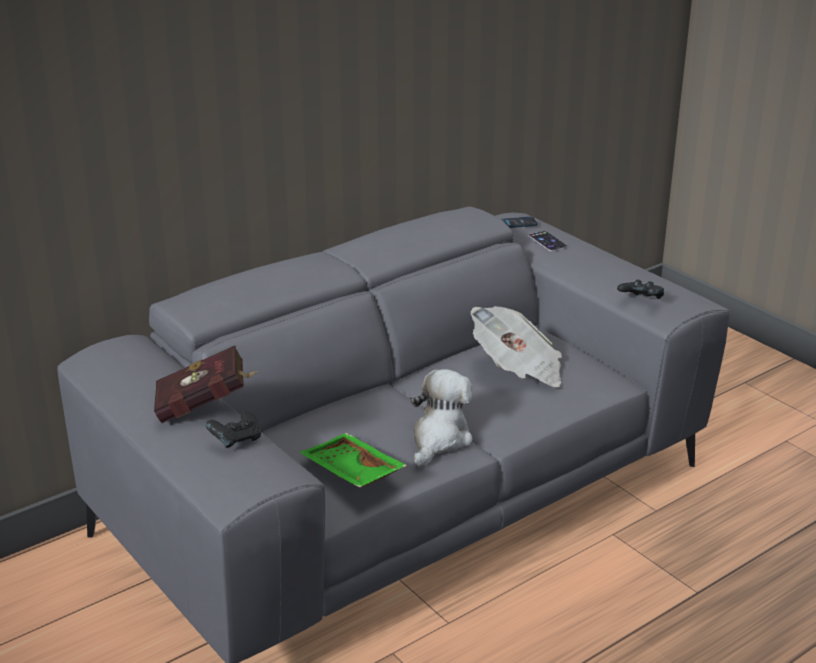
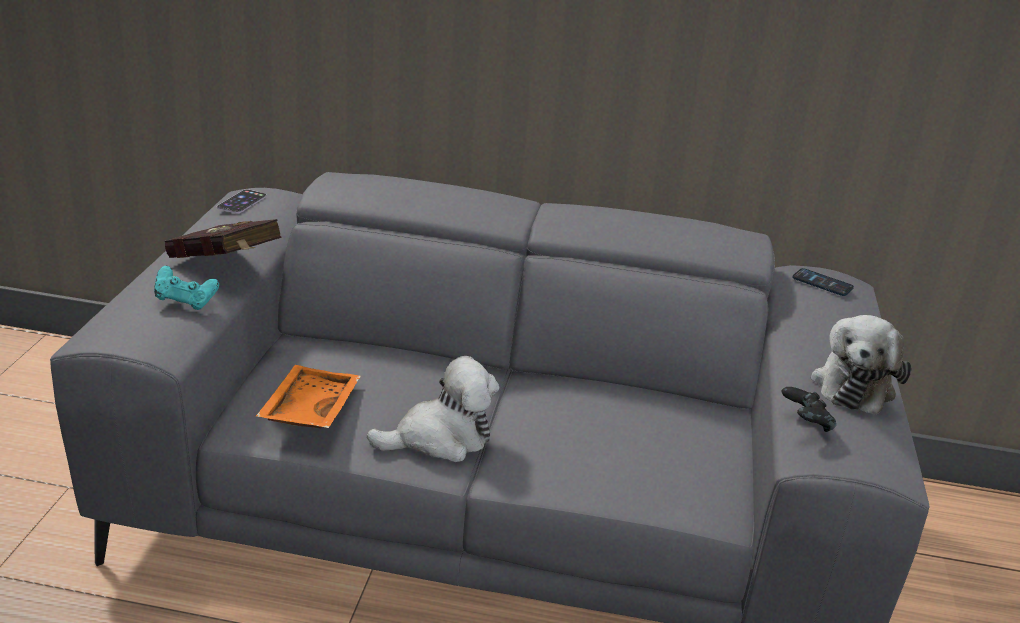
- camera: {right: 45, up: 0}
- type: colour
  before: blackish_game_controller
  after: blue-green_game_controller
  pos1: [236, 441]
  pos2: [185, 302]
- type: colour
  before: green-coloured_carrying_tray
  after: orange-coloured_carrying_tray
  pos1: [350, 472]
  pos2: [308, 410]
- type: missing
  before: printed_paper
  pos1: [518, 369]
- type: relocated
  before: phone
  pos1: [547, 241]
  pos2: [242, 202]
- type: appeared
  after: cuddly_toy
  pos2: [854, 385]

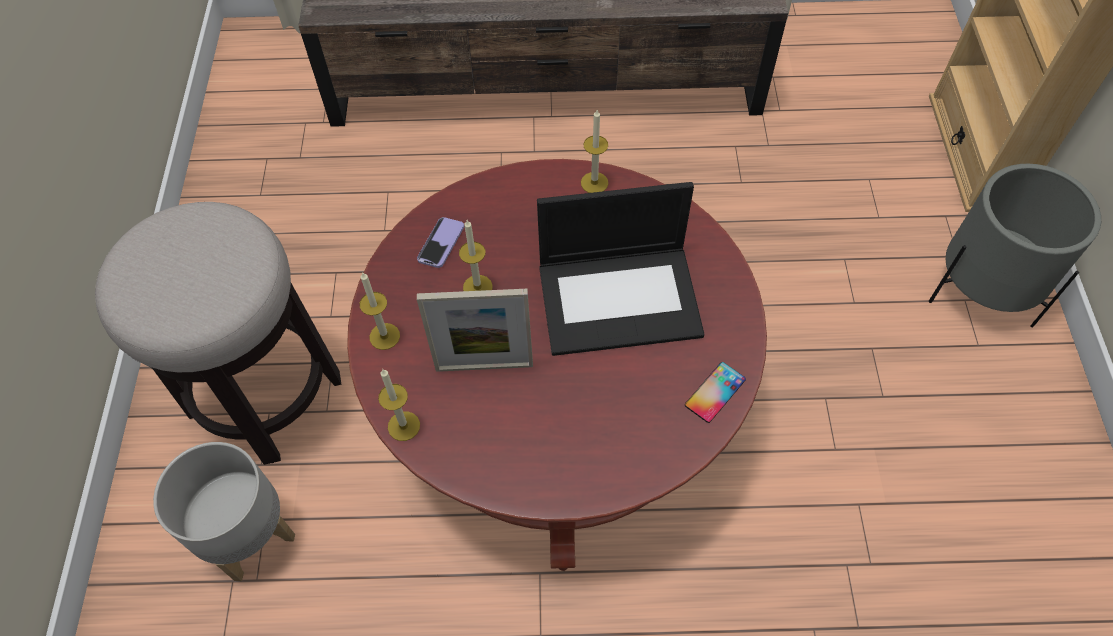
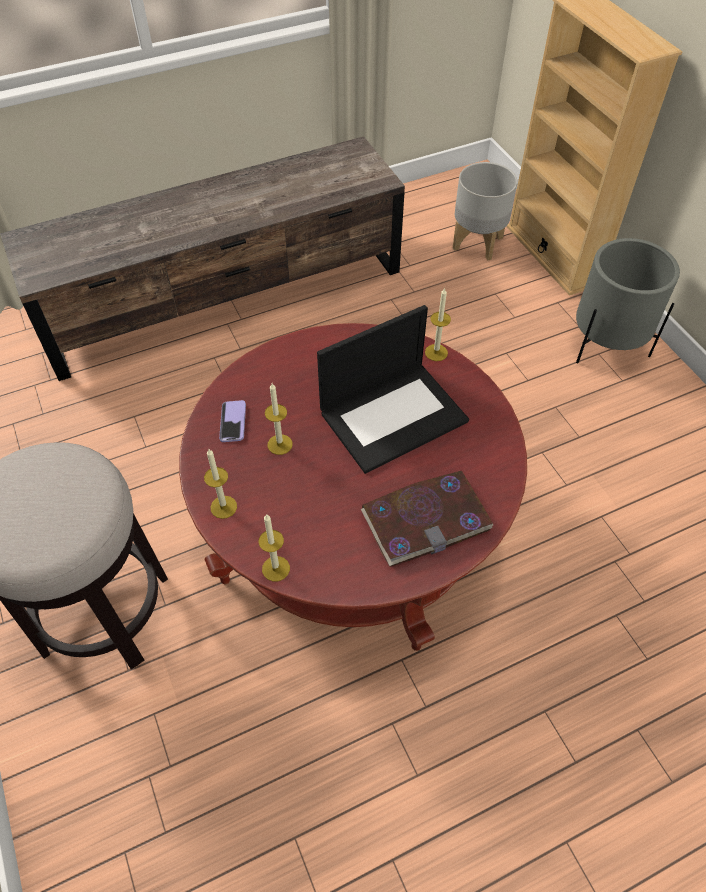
- camera: {right: -25, up: -5}
- type: relocated
  before: gray_planter
  pos1: [248, 534]
  pos2: [477, 243]
- type: missing
  before: picture_frame
  pos1: [484, 366]
- type: relocated
  before: wax_light
  pos1: [594, 183]
  pos2: [436, 352]
- type: missing
  before: phone
  pos1: [715, 392]
- type: appeared
  after: bound_book
  pos2: [426, 520]

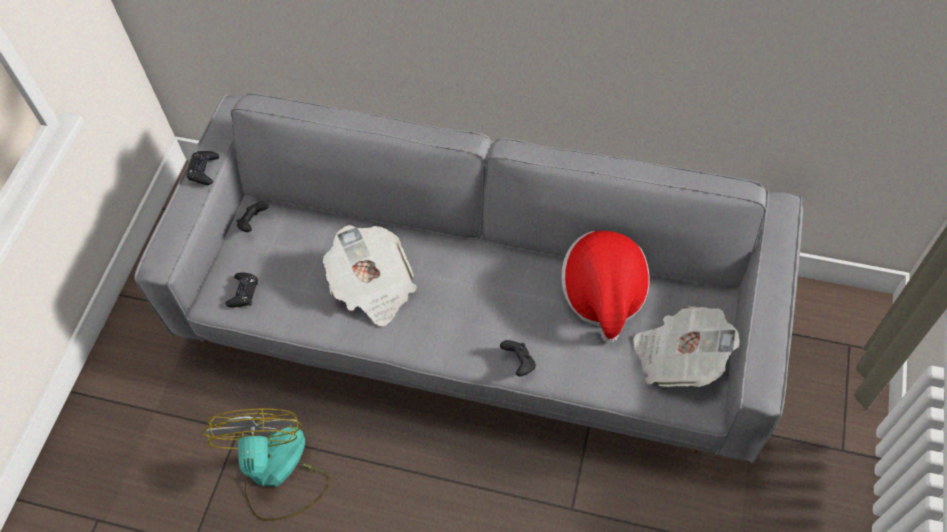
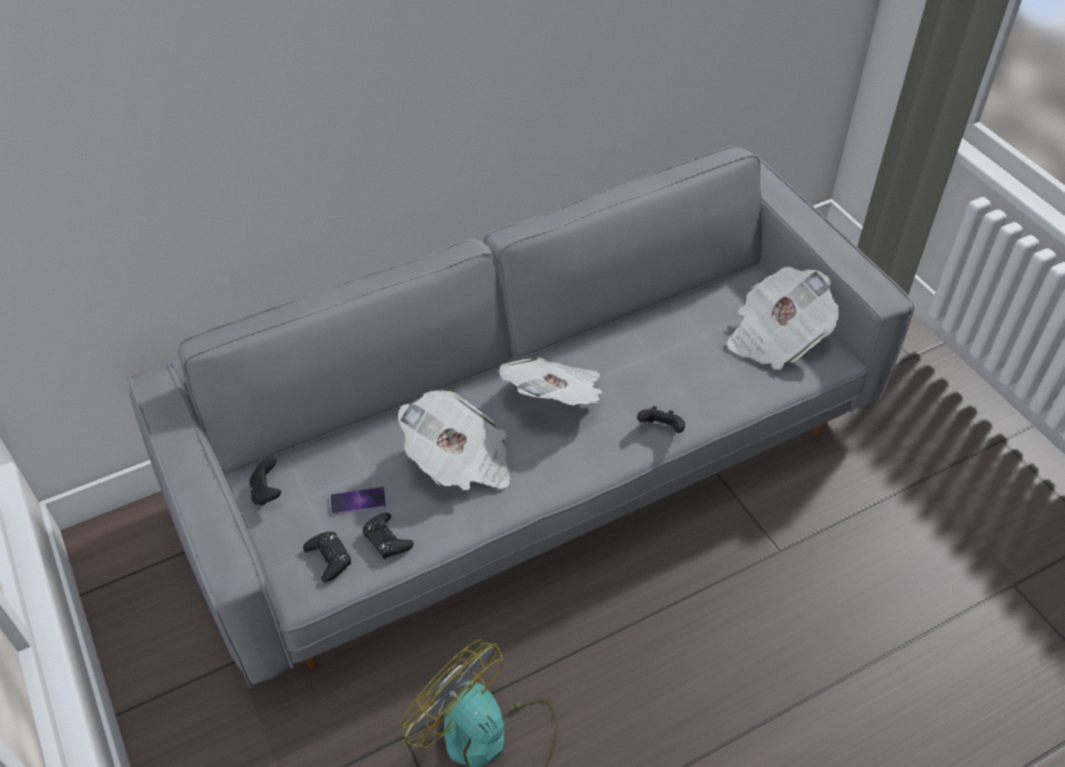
- camera: {right: -45, up: -10}
- type: relocated
  before: blackish_game_controller
  pos1: [204, 170]
  pos2: [387, 539]
- type: missing
  before: hat
  pos1: [603, 294]
- type: appeared
  after: phone
  pos2: [358, 501]
- type: appeared
  after: printed_paper
  pos2: [556, 398]

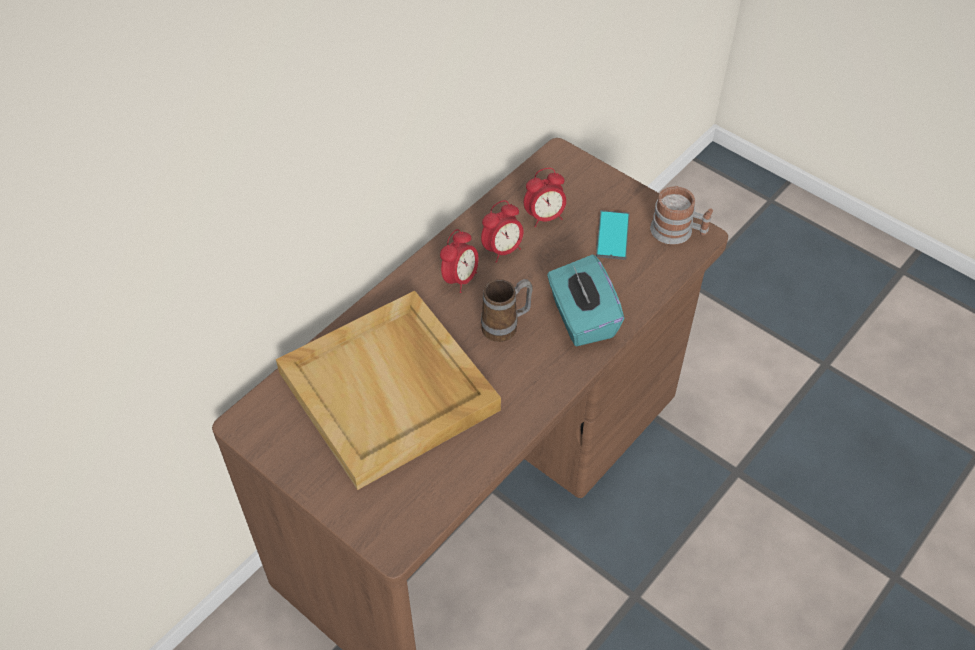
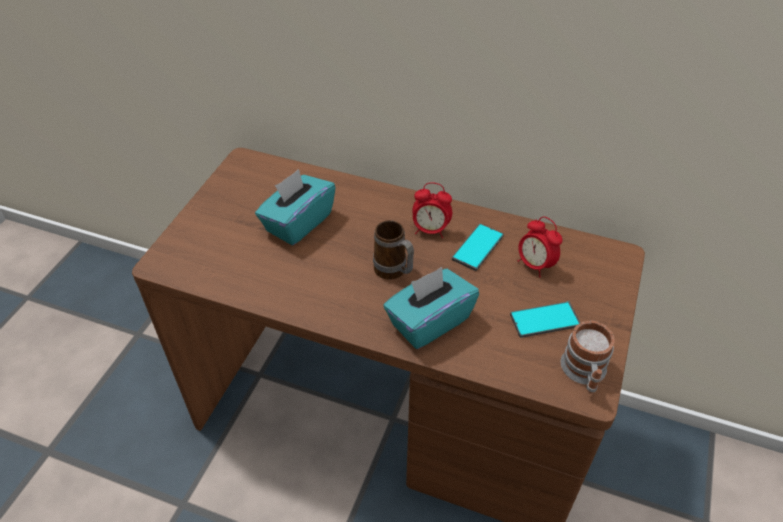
- camera: {right: 70, up: -5}
- type: exchanged
  before: sand-coloured_carrying_tray
  after: blue-green_tissue_holder
  pos1: [390, 391]
  pos2: [298, 223]
- type: exchanged
  before: bedside_clock
  after: phone
  pos1: [502, 250]
  pos2: [478, 247]

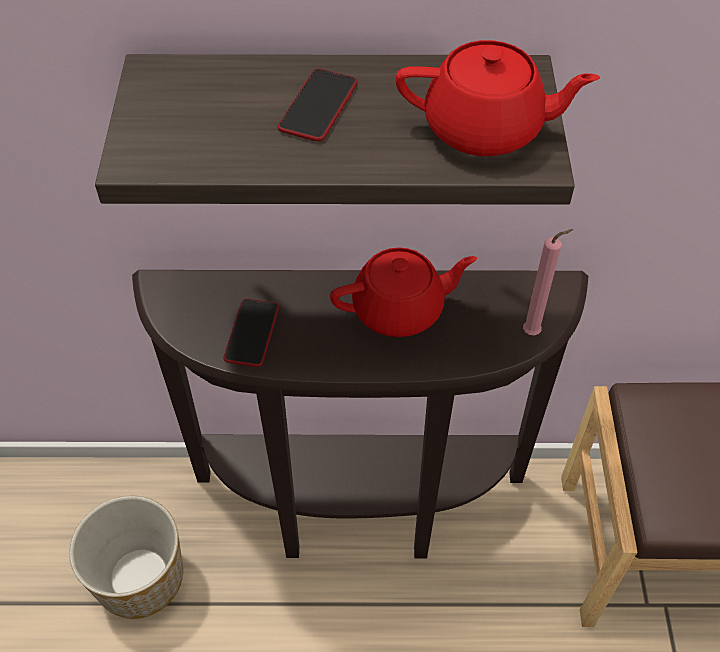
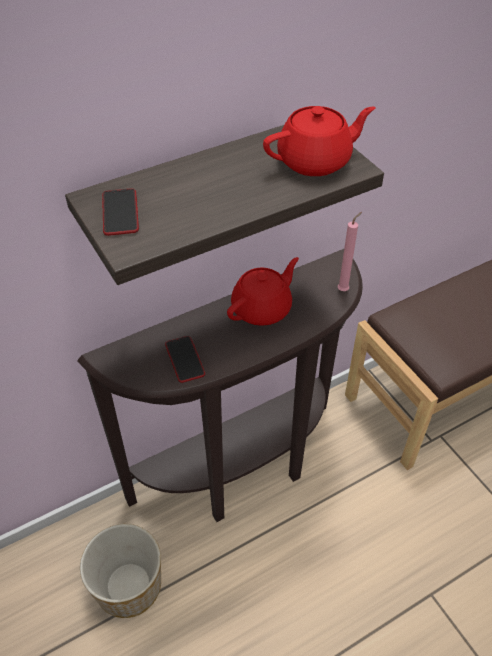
- camera: {right: -30, up: -5}
- type: relocated
  before: phone
  pos1: [318, 106]
  pos2: [120, 213]

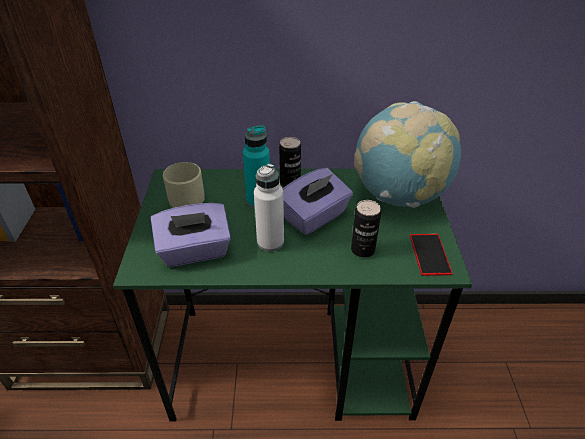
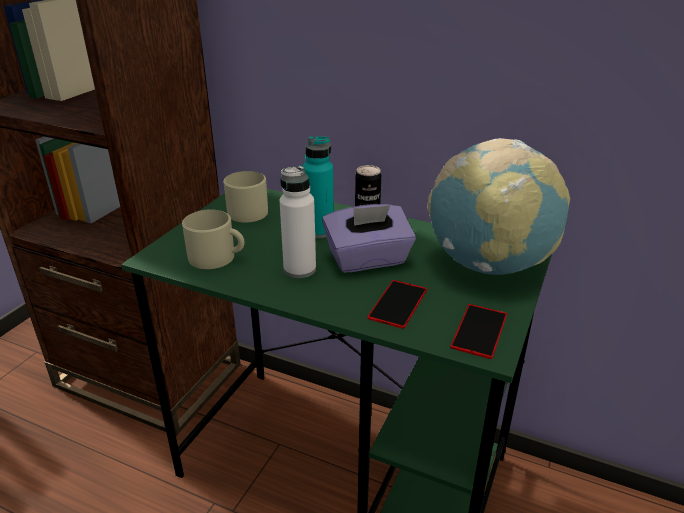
- camera: {right: 25, up: -10}
- type: exchanged
  before: purplish_tissue_holder
  after: sand-coloured_mug
  pos1: [195, 251]
  pos2: [217, 257]
- type: exchanged
  before: sealed_can
  after: phone
  pos1: [362, 250]
  pos2: [398, 303]

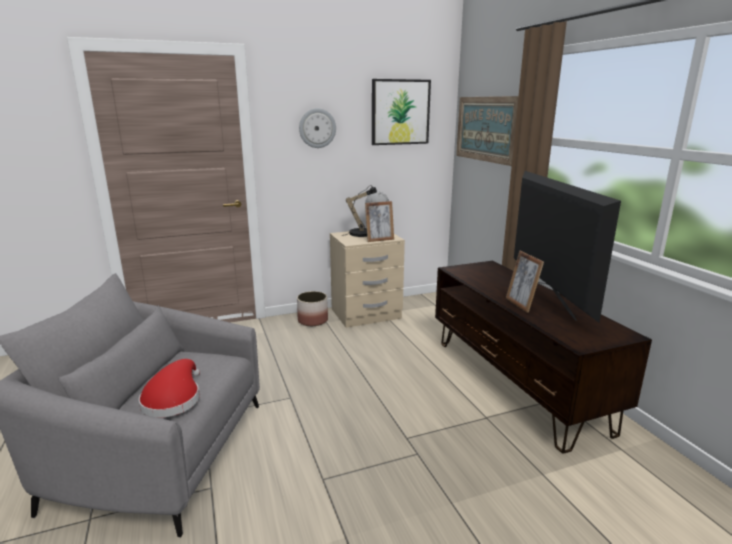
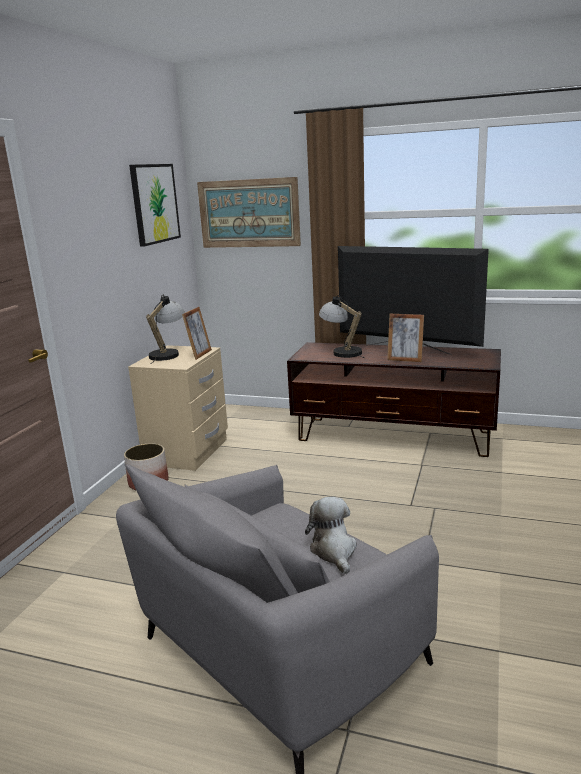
- camera: {right: -50, up: 0}
- type: exchanged
  before: reddish_hat
  after: cuddly_toy
  pos1: [173, 399]
  pos2: [334, 551]
- type: missing
  before: hanging_clock
  pos1: [317, 128]
- type: appeared
  after: table_lamp
  pos2: [342, 352]

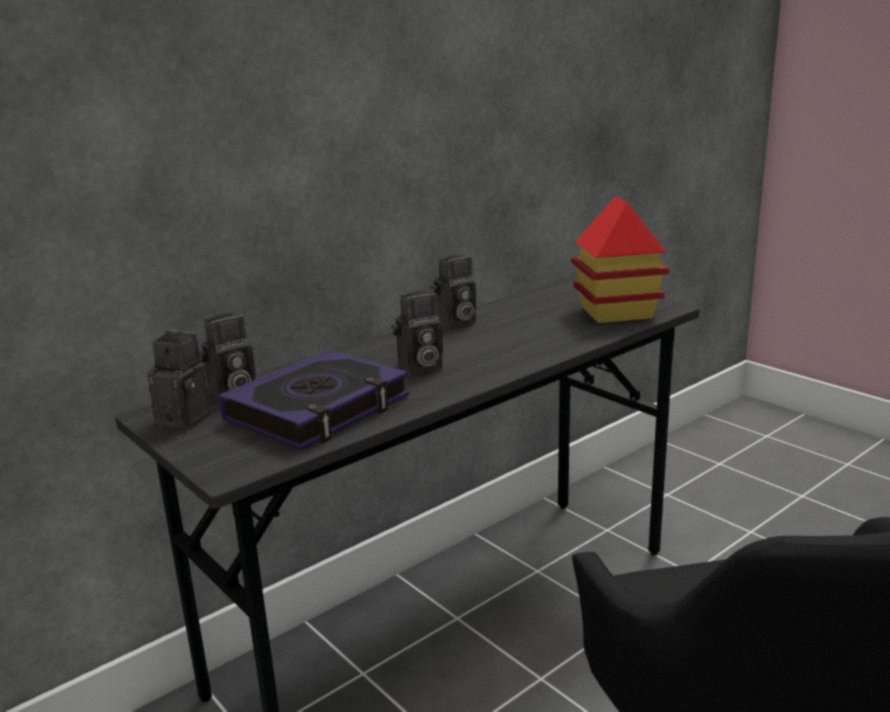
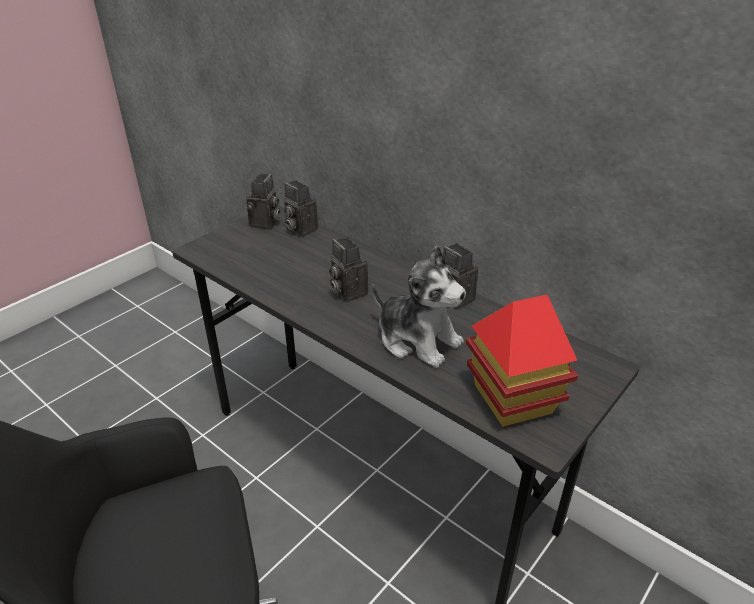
- camera: {right: 80, up: 15}
- type: missing
  before: bound_book
  pos1: [318, 409]
- type: appeared
  after: cuddly_toy
  pos2: [418, 340]

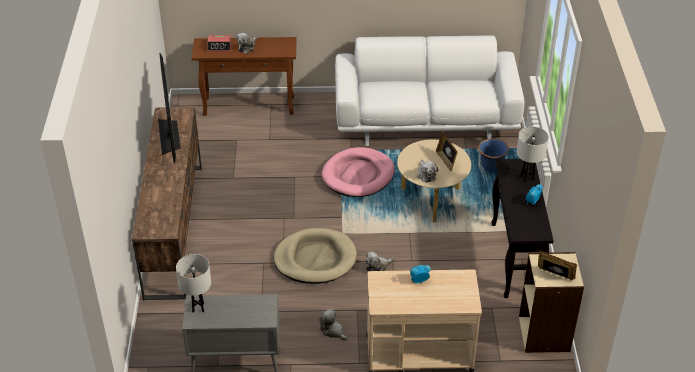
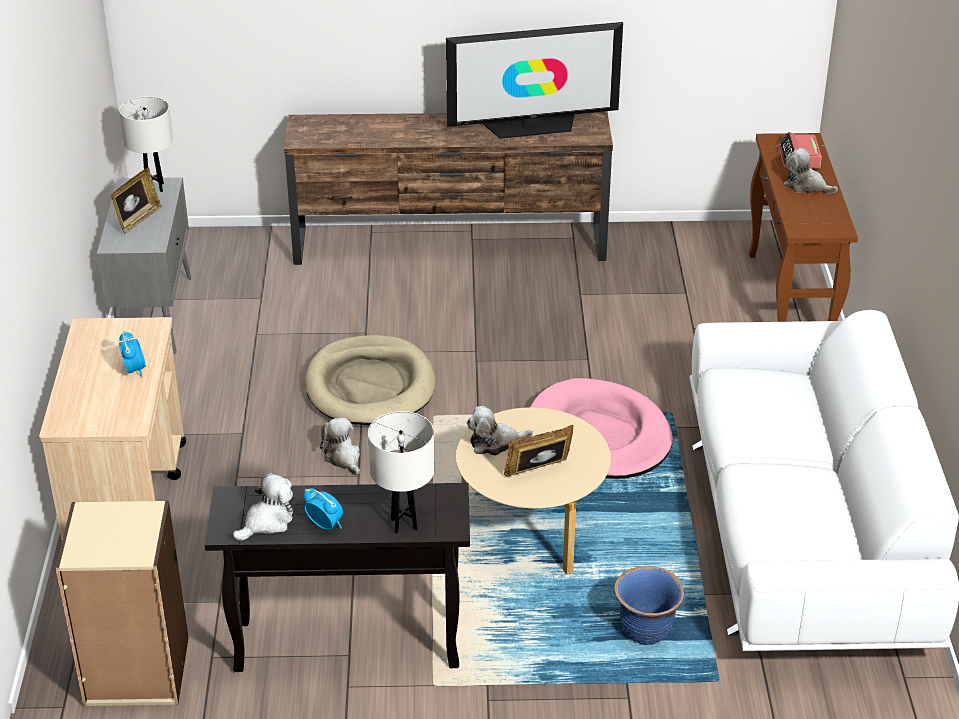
- camera: {right: 90, up: -5}
- type: relocated
  before: cuddly_toy
  pos1: [333, 331]
  pos2: [267, 522]
- type: relocated
  before: picture_frame
  pos1: [554, 276]
  pos2: [137, 219]

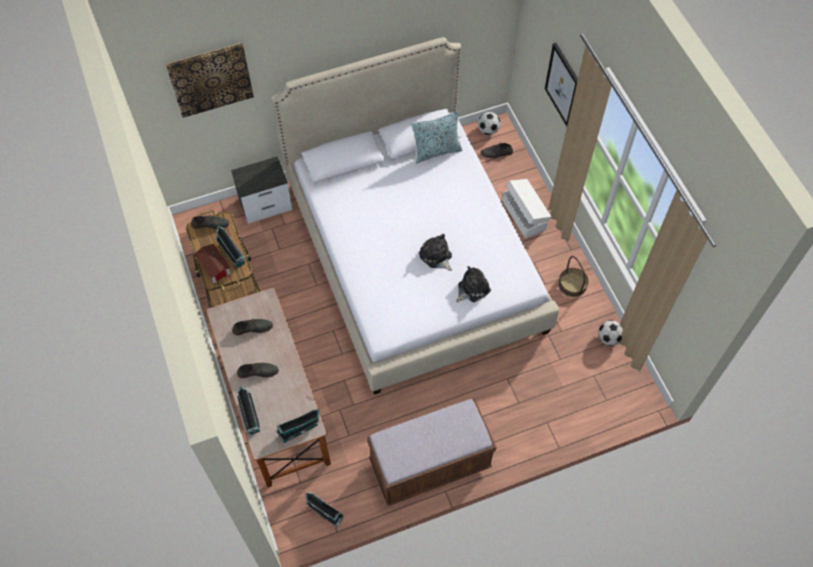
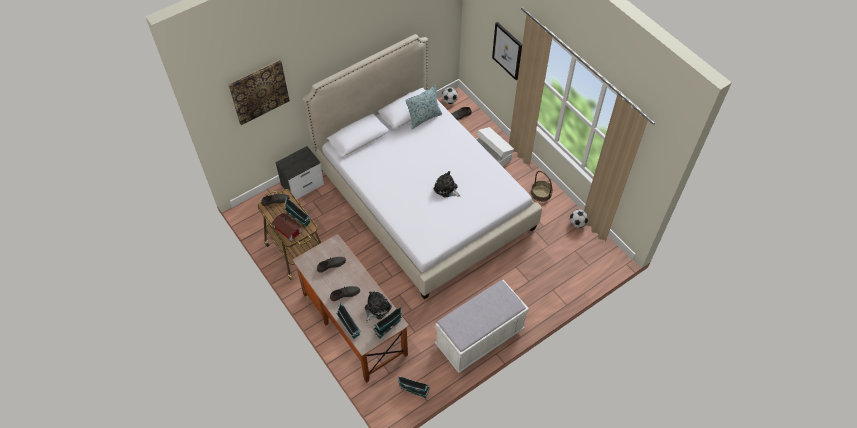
- camera: {right: -15, up: -5}
- type: colour
  before: brown-coloured_long_seat
  after: white_long_seat
  pos1: [430, 465]
  pos2: [479, 338]
- type: relocated
  before: cuddly_toy
  pos1: [472, 288]
  pos2: [376, 308]

